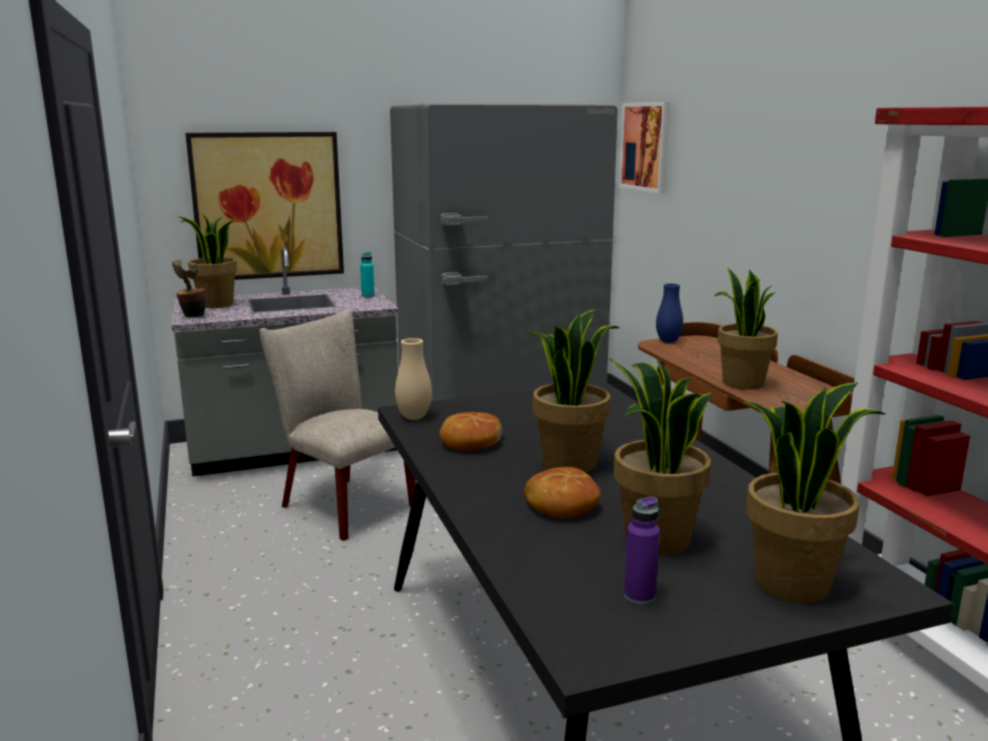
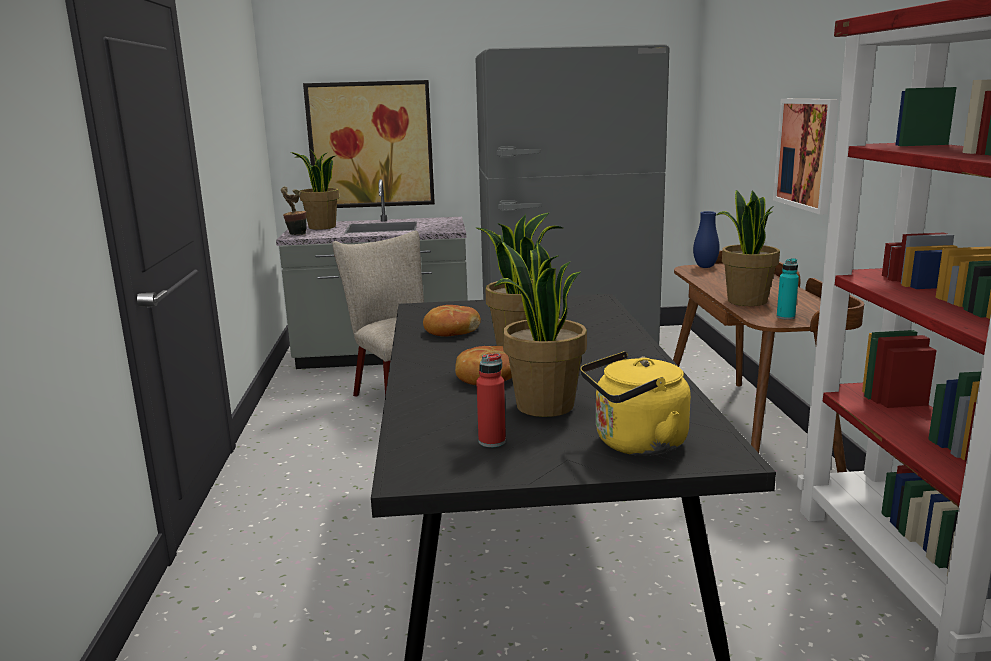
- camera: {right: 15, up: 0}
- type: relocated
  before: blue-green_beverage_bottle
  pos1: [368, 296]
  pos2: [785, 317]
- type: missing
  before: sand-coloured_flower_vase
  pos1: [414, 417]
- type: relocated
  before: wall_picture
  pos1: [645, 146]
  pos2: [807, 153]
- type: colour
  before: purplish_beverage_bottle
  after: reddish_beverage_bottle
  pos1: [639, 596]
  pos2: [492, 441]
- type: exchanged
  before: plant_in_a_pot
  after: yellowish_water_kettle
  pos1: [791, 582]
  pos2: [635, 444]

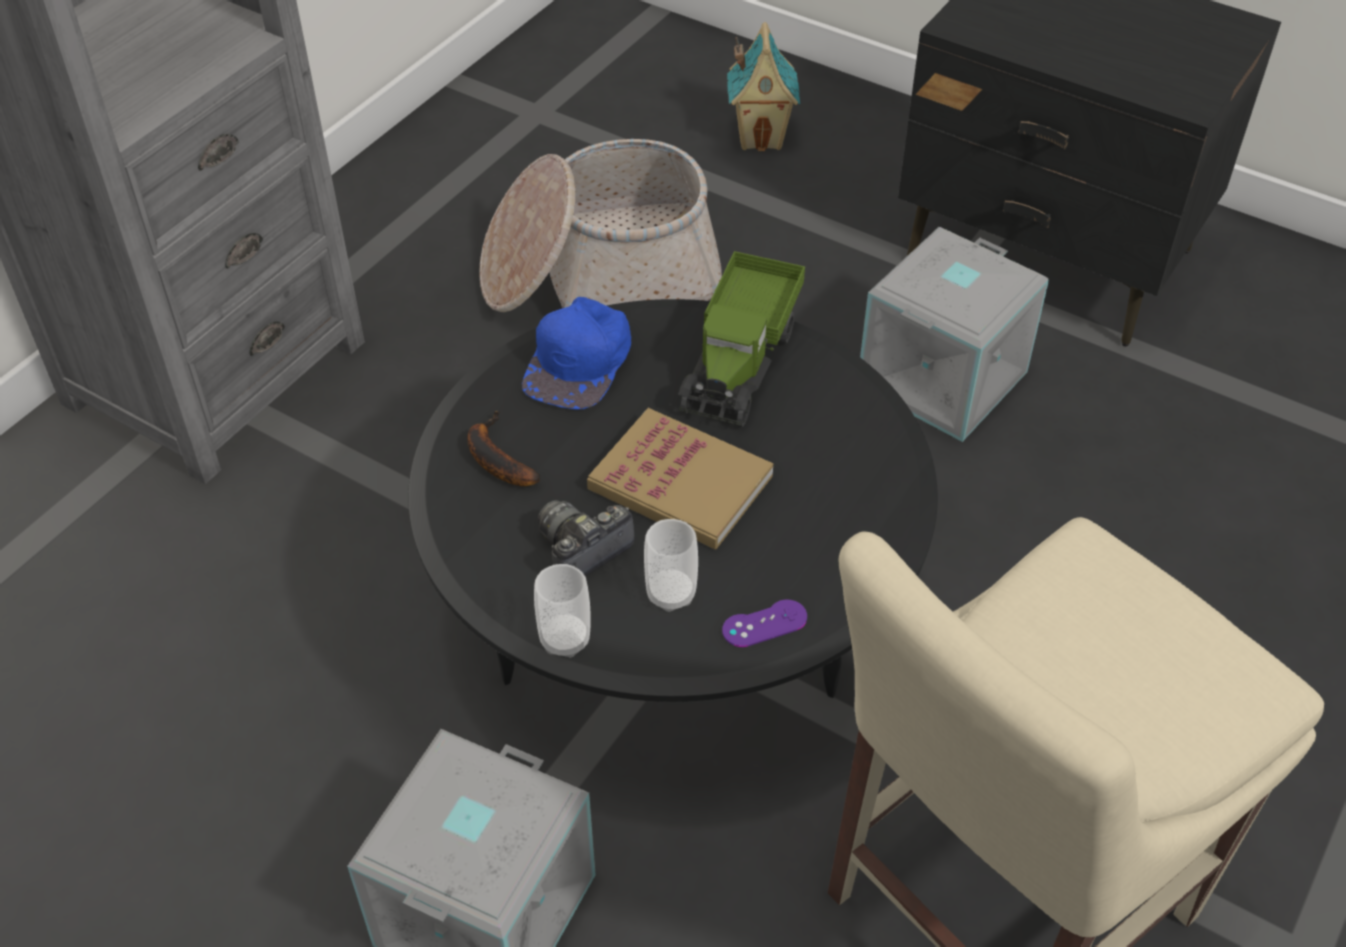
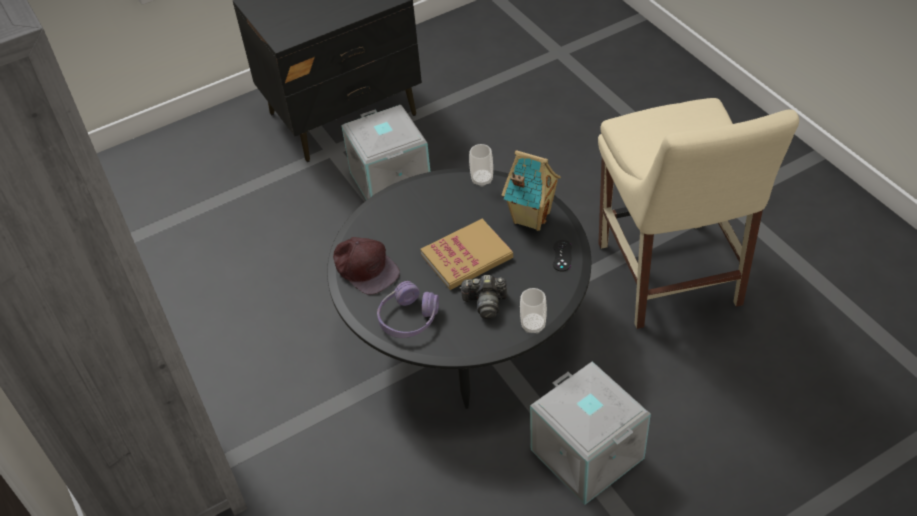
- camera: {right: -60, up: 0}
- type: exchanged
  before: banana
  after: purplish_headphones
  pos1: [495, 458]
  pos2: [408, 318]
- type: missing
  before: storage_basket
  pos1: [601, 275]
- type: colour
  before: blue_cap
  after: brown-coloured_cap
  pos1: [580, 361]
  pos2: [365, 267]
- type: spun
  before: photo_camera
  pos1: [583, 550]
  pos2: [485, 303]
  turn: -75
- type: relocated
  before: cup
  pos1: [671, 594]
  pos2: [482, 180]
- type: missing
  before: toy_truck
  pos1: [741, 360]
- type: colour
  before: purplish_game_controller
  after: blackish_game_controller
  pos1: [764, 624]
  pos2: [562, 256]
- type: relocated
  before: toy_house
  pos1: [761, 137]
  pos2: [530, 217]

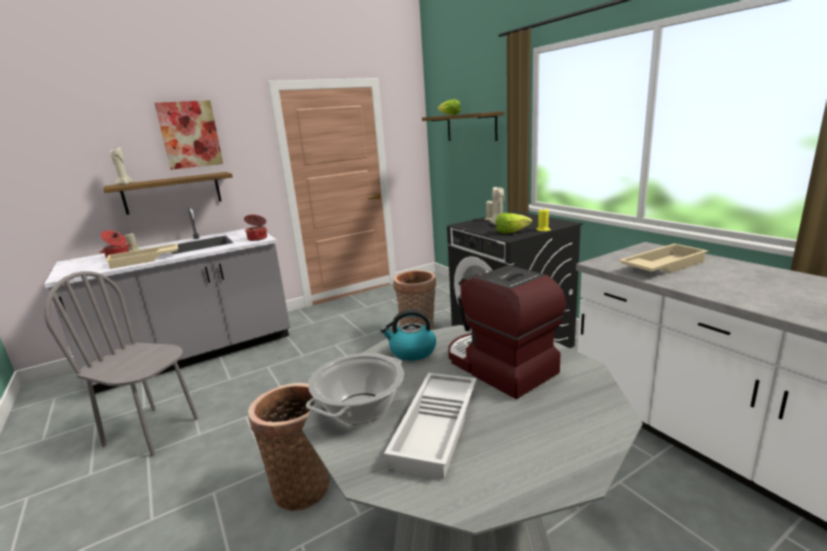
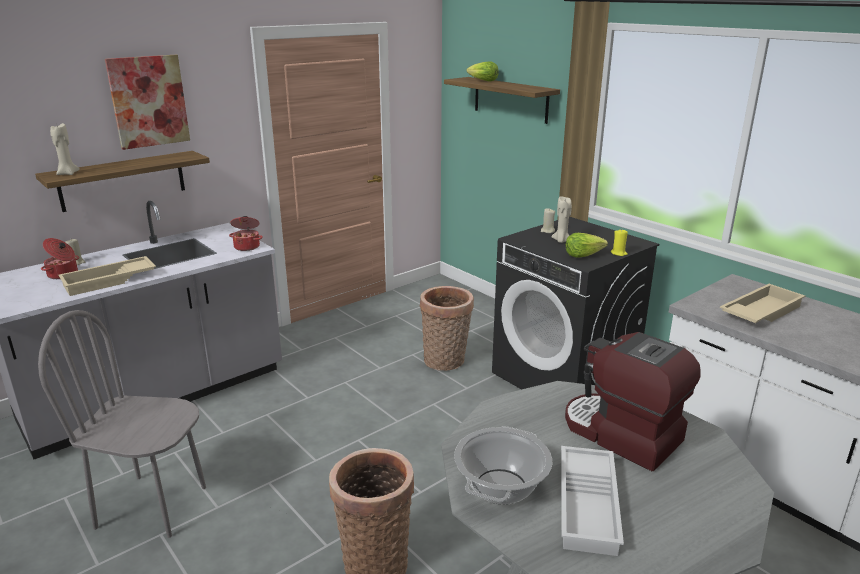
- camera: {right: -10, up: 5}
- type: missing
  before: water_kettle
  pos1: [412, 351]

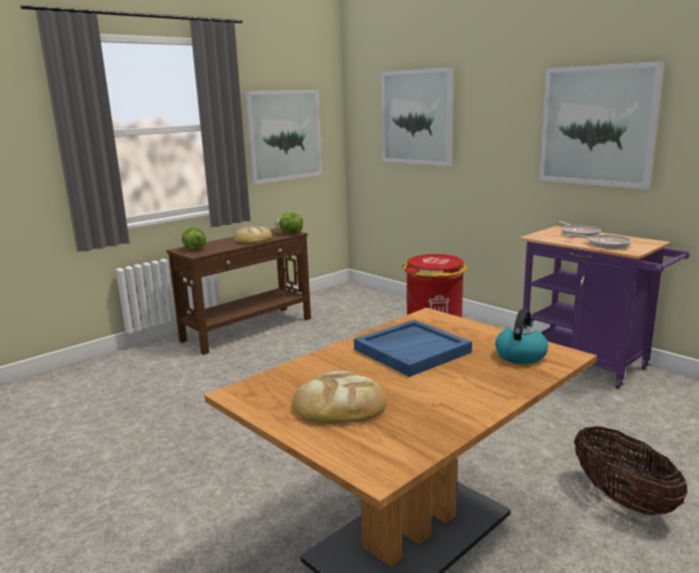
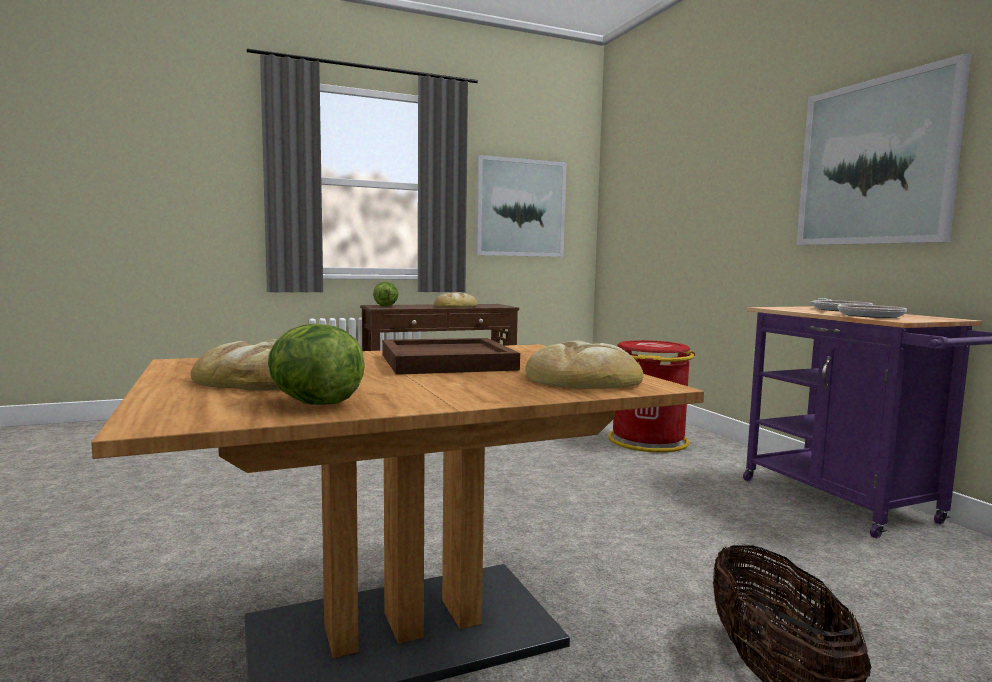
- camera: {right: 20, up: -10}
- type: relocated
  before: lettuce
  pos1: [290, 233]
  pos2: [314, 403]
- type: colour
  before: blue_carrying_tray
  after: brown-coloured_carrying_tray
  pos1: [412, 350]
  pos2: [447, 362]
- type: missing
  before: wall_picture
  pos1: [416, 117]
- type: exchanged
  before: water_kettle
  after: baked_bread
  pos1: [520, 355]
  pos2: [583, 378]

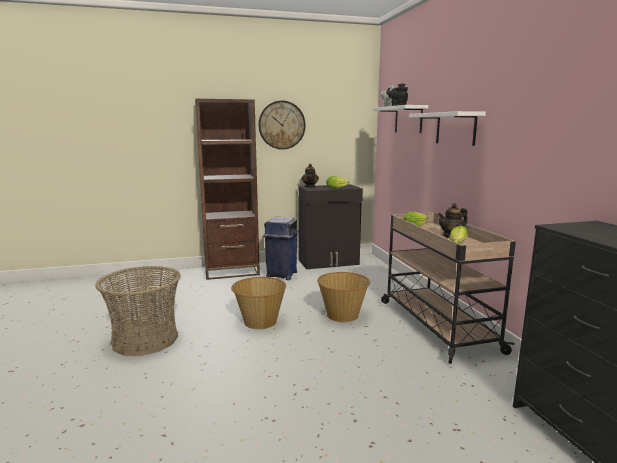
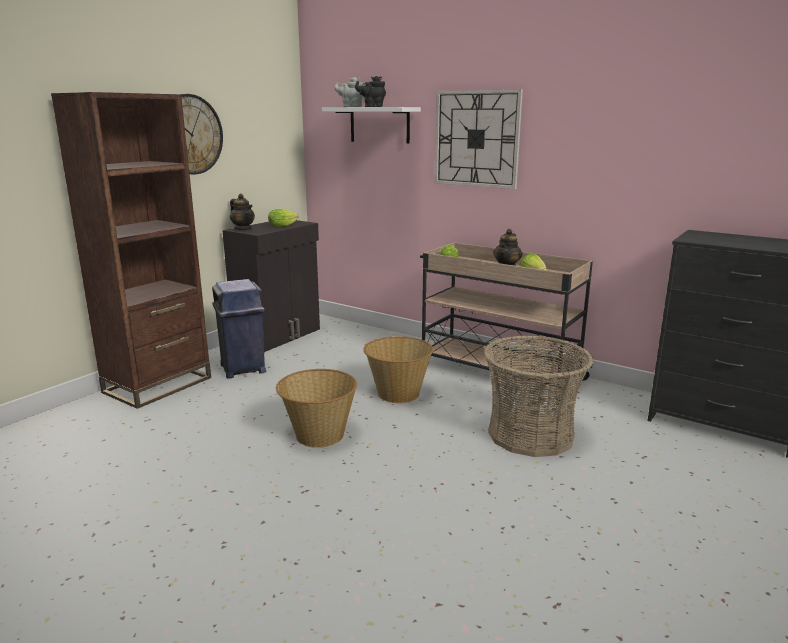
- camera: {right: -40, up: 5}
- type: relocated
  before: storage_basket
  pos1: [145, 339]
  pos2: [530, 434]
- type: exchanged
  before: white_wall_shelf
  after: hanging_clock
  pos1: [455, 128]
  pos2: [476, 139]

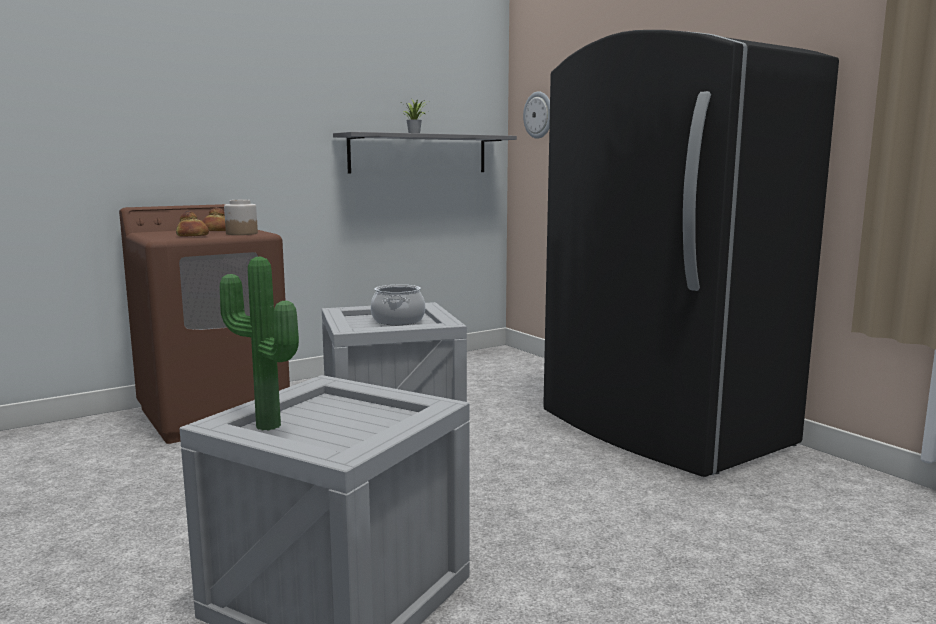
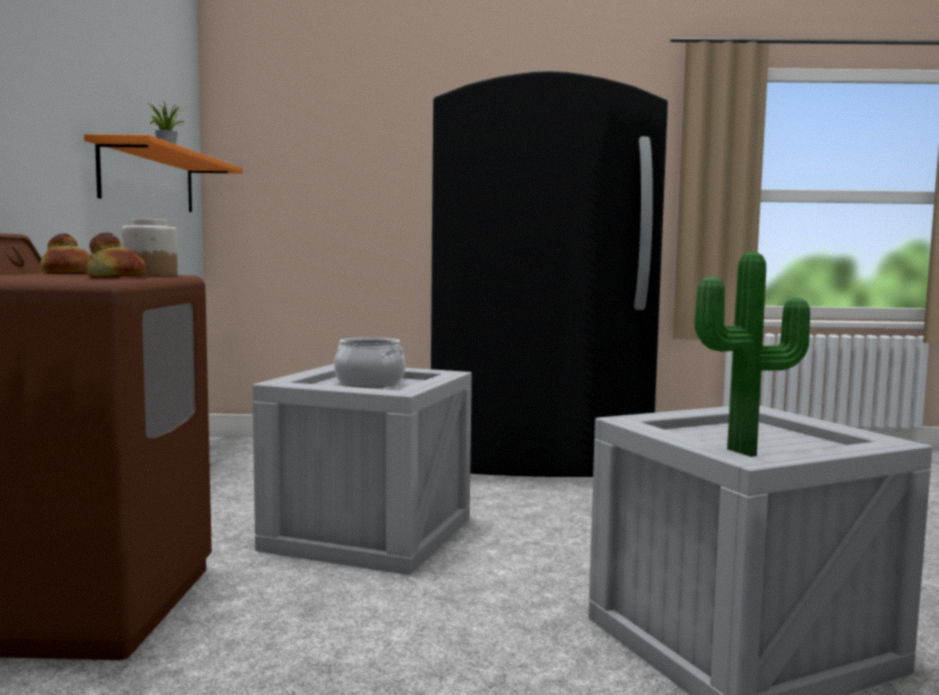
- camera: {right: -55, up: -5}
- type: colour
  before: gray_wall_shelf
  after: orange-coloured_wall_shelf
  pos1: [419, 154]
  pos2: [149, 180]
- type: missing
  before: hanging_clock
  pos1: [539, 115]

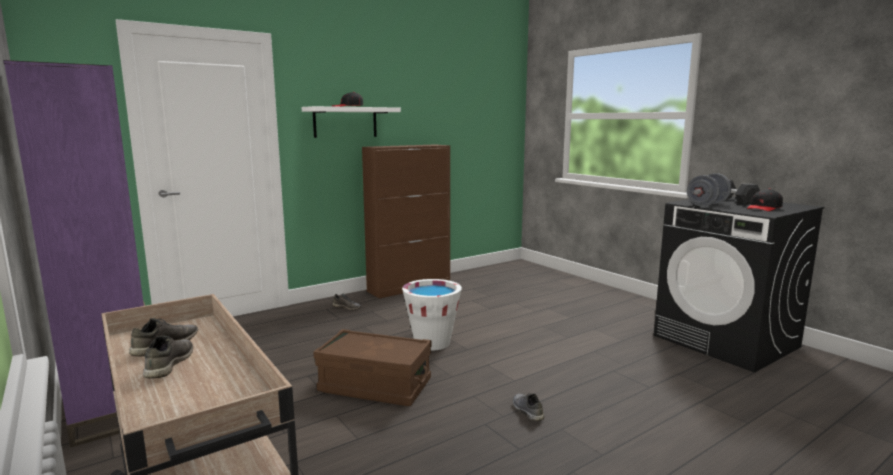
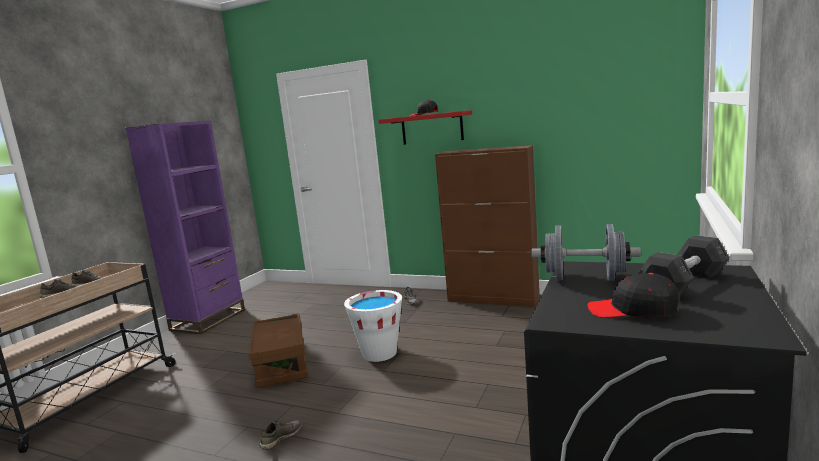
- camera: {right: 60, up: 0}
- type: colour
  before: white_wall_shelf
  after: reddish_wall_shelf
  pos1: [345, 122]
  pos2: [432, 128]

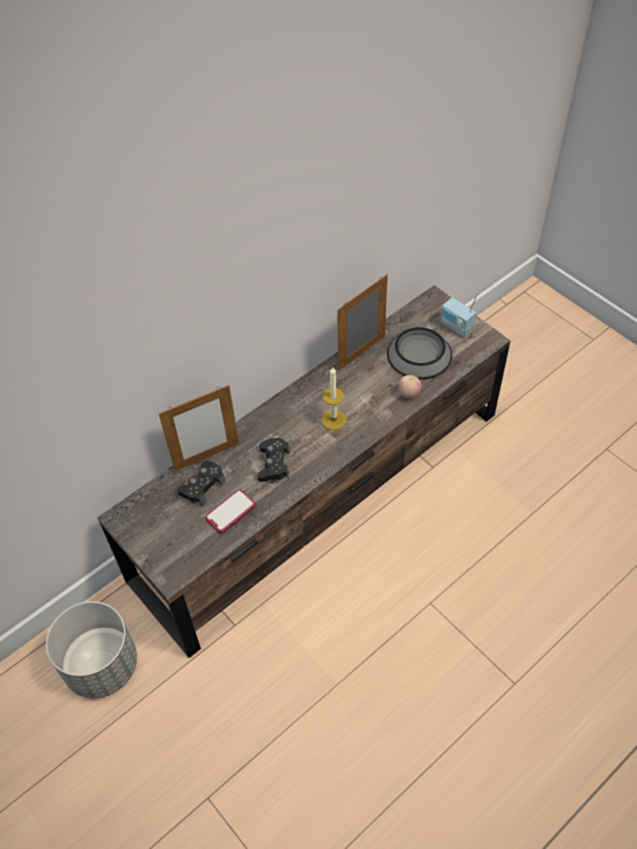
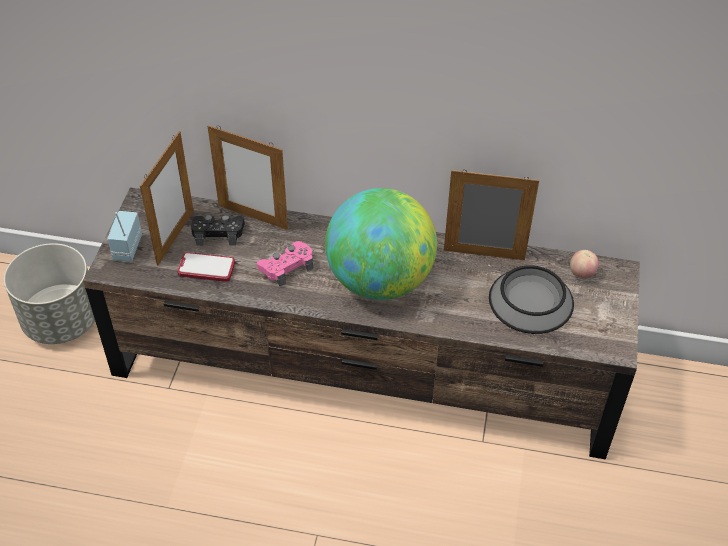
- camera: {right: 50, up: -5}
- type: colour
  before: blackish_game_controller
  after: pink_game_controller
  pos1: [274, 464]
  pos2: [287, 267]
- type: exchanged
  before: wax_light
  after: desk_globe
  pos1: [333, 419]
  pos2: [380, 280]
- type: relocated
  before: apple_fruit
  pos1: [409, 394]
  pos2: [581, 274]
- type: relocated
  before: radio_receiver
  pos1: [456, 327]
  pos2: [126, 248]
- type: appeared
  after: picture_frame
  pos2: [175, 237]

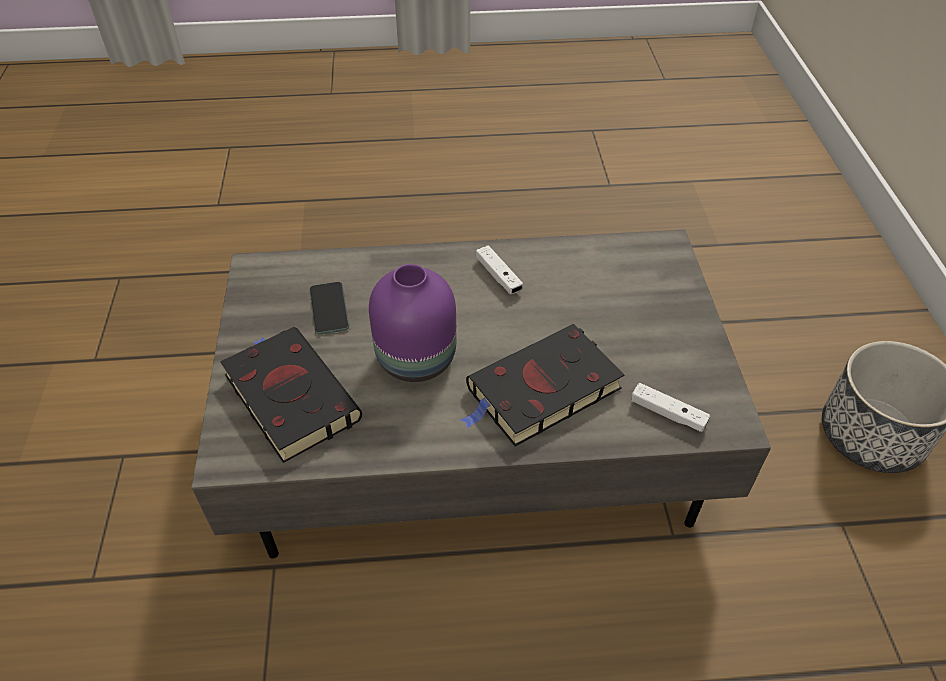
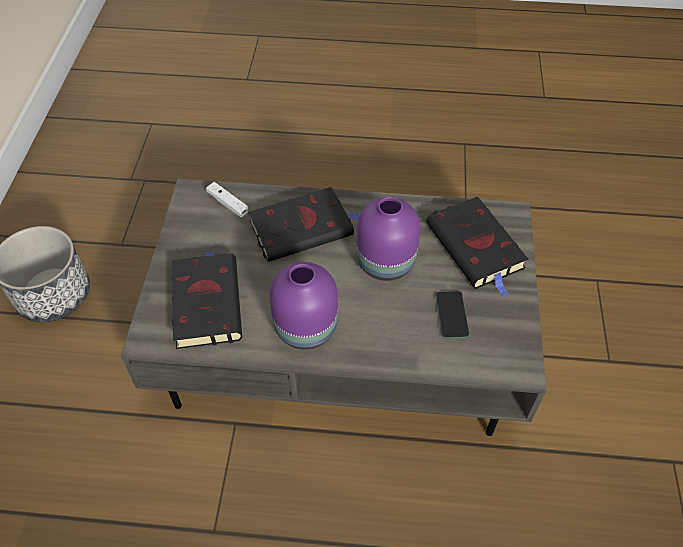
- camera: {right: -170, up: 5}
- type: exchanged
  before: white_game_controller
  after: purplish_flower_vase
  pos1: [498, 276]
  pos2: [306, 326]
- type: appeared
  after: blackish_bound_book
  pos2: [206, 301]

